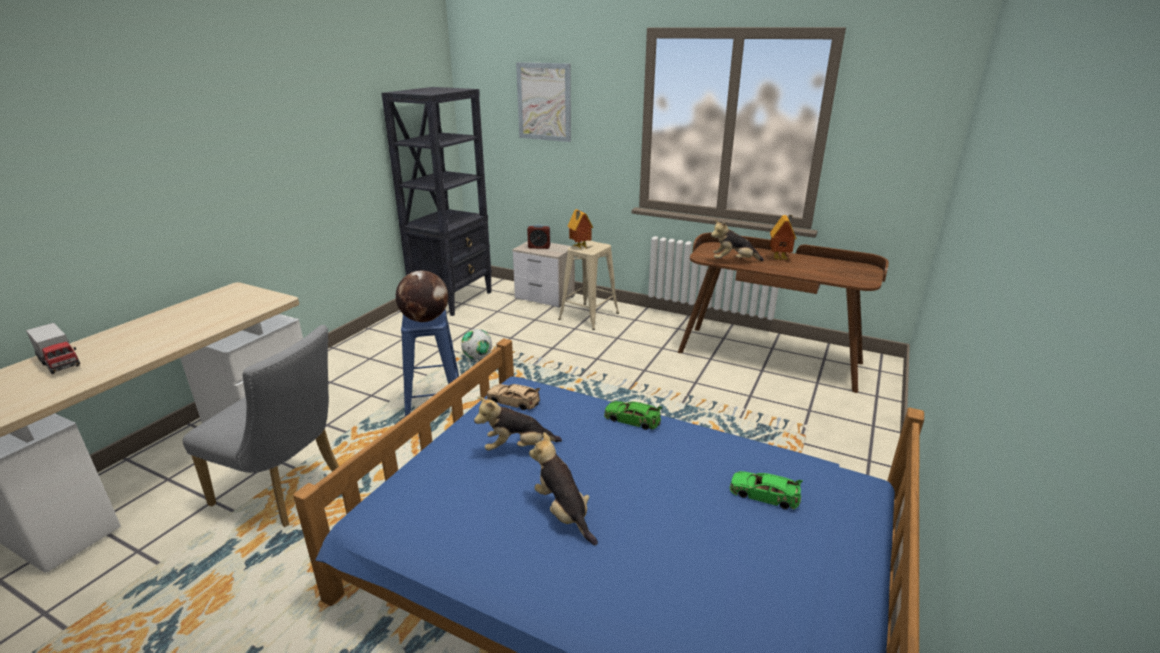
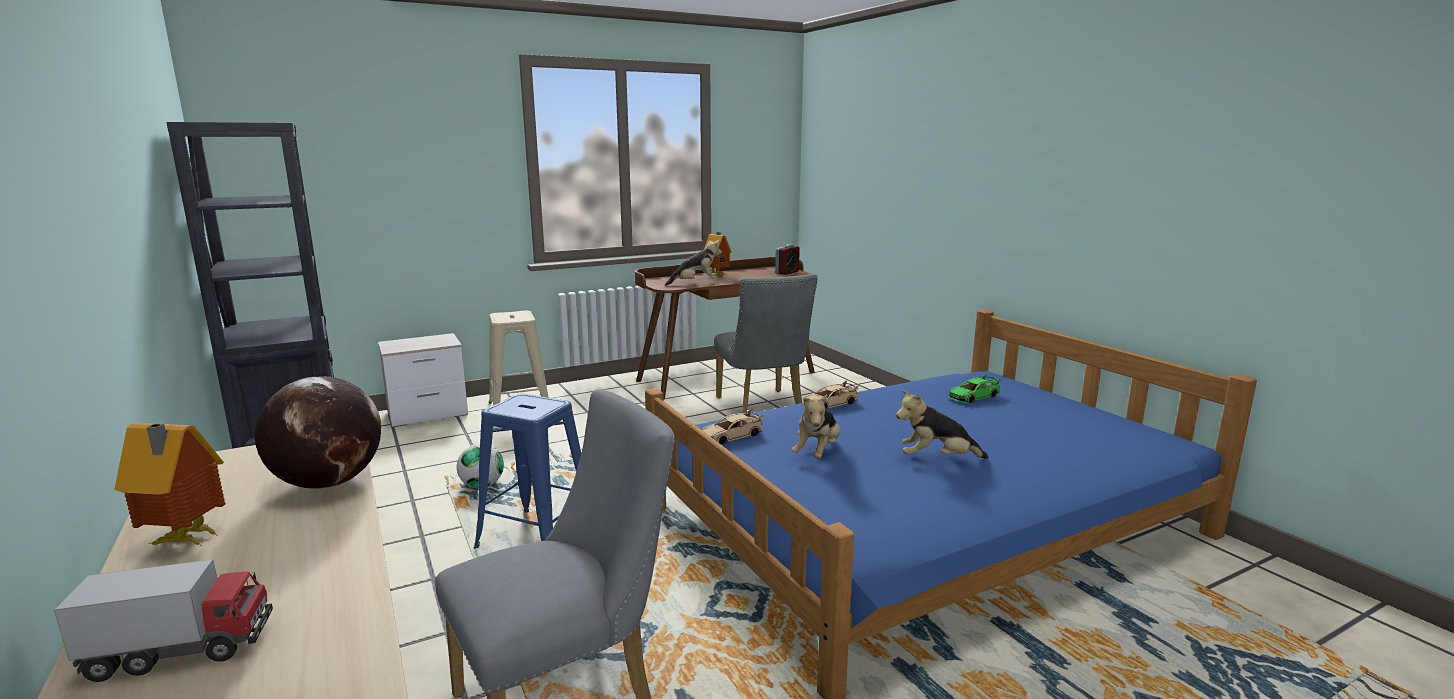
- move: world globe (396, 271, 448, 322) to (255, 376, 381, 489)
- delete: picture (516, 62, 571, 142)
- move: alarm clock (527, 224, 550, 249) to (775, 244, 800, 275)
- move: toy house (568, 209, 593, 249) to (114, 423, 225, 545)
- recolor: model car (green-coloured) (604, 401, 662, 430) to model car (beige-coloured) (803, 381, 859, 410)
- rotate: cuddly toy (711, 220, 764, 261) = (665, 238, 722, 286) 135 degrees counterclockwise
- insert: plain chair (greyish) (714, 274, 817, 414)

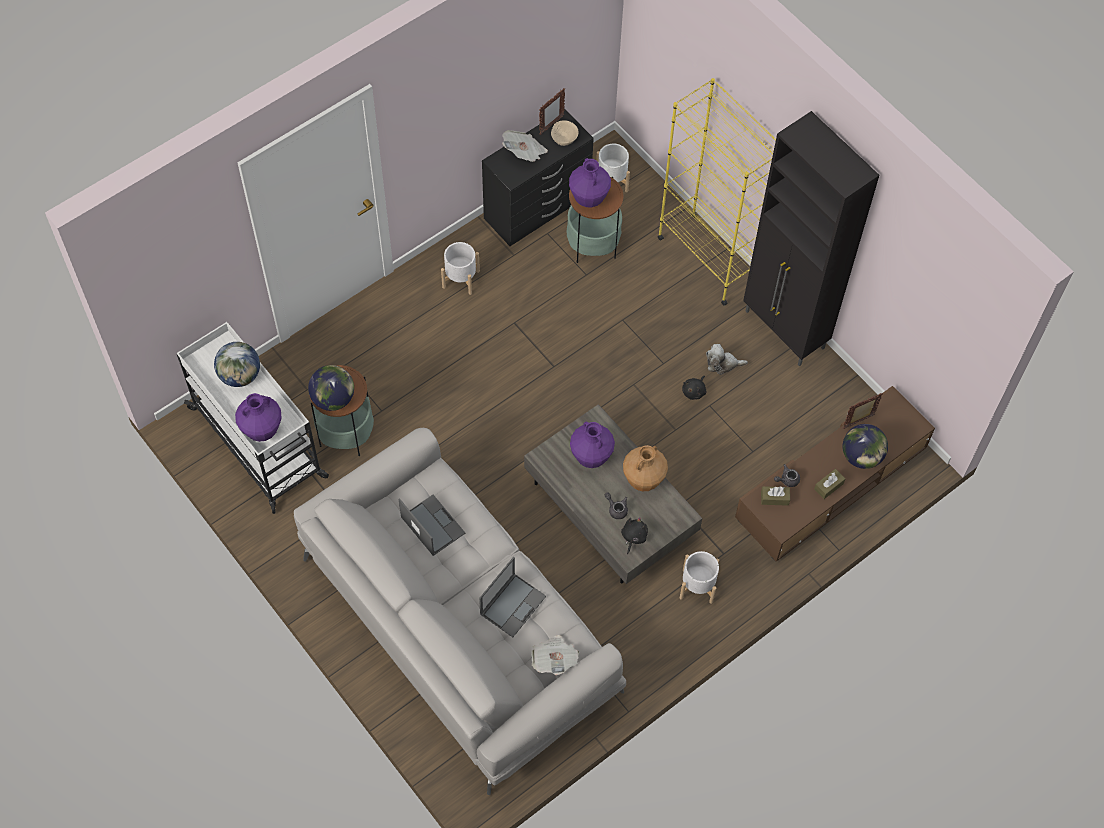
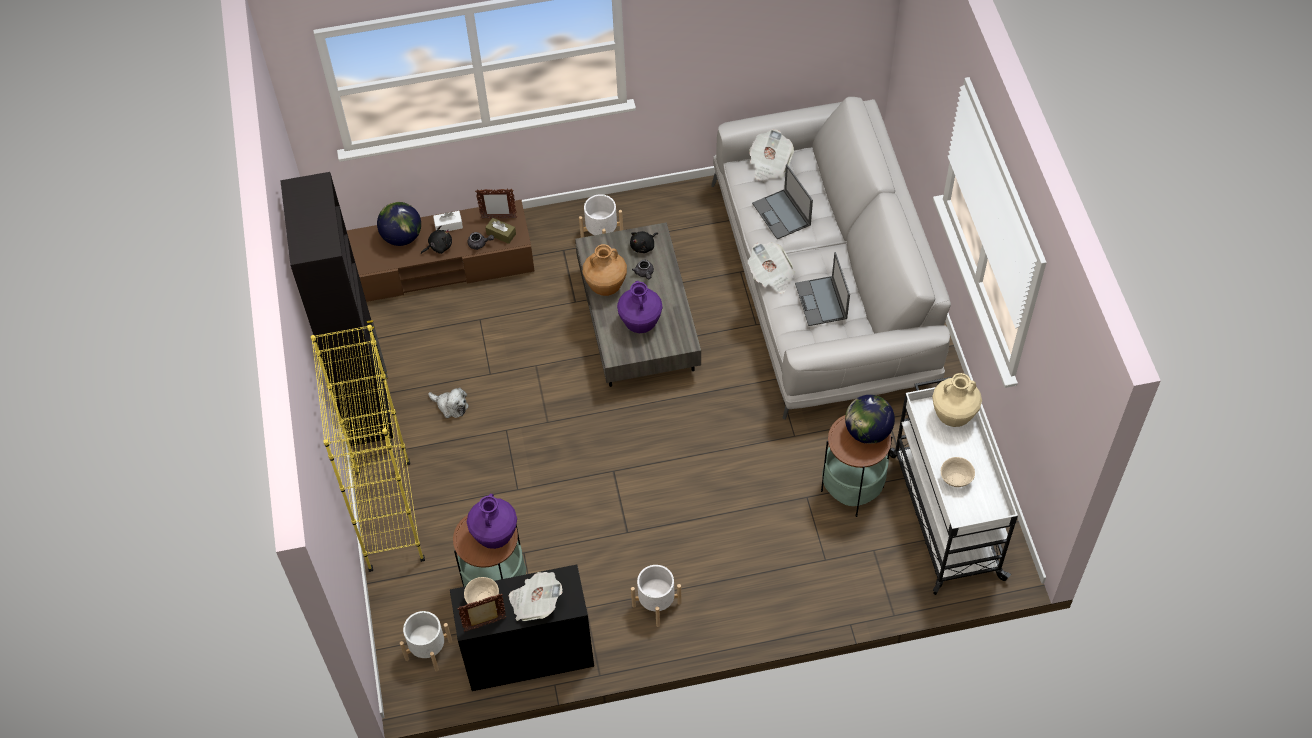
- replace: world globe (214, 342, 260, 387) to serving bowl (beige-coloured) (941, 457, 975, 487)
- recolor: decorative vase (purple-coloured) (235, 393, 282, 442) to decorative vase (beige-coloured) (932, 373, 982, 427)
- rotate: laptop (479, 557, 546, 637) = (752, 164, 813, 239) 90 degrees counterclockwise
- move: cuddly toy (black) (682, 376, 707, 400) to (421, 226, 452, 254)
- recolor: tissue box (brown) (814, 469, 845, 499) to tissue box (whitish) (433, 211, 463, 231)
- move: standing frame (843, 393, 883, 429) to (475, 189, 517, 219)
- insert: newspaper (748, 242, 796, 294)

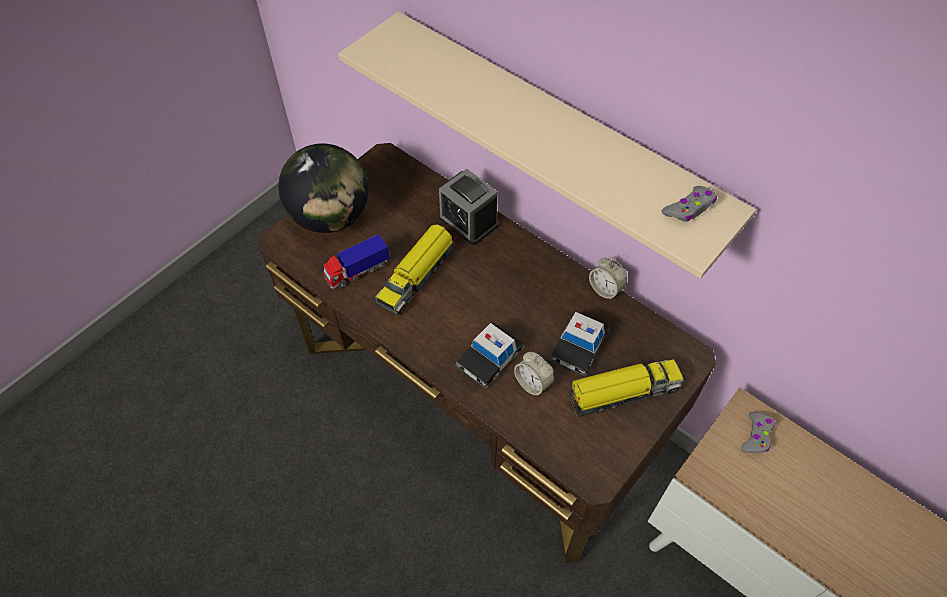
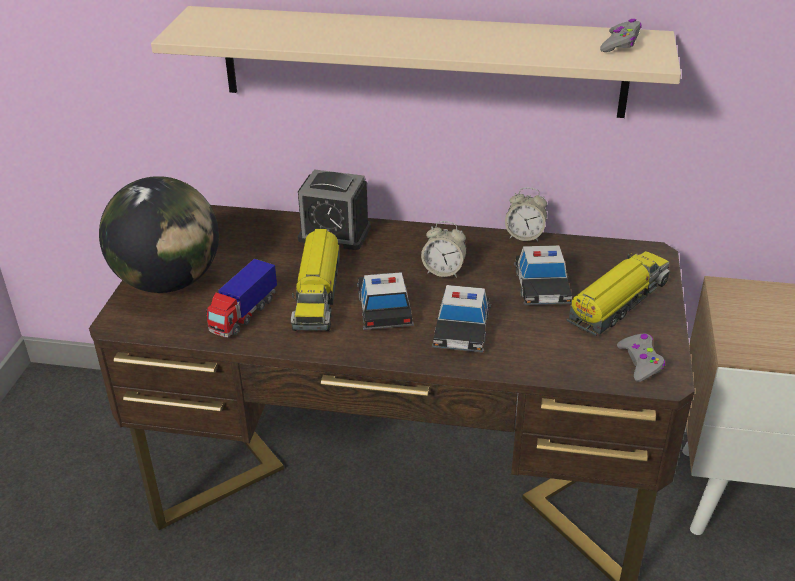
- move: alarm clock (514, 352, 554, 396) to (421, 221, 466, 278)
- move: game controller (greyish) (741, 412, 776, 453) to (617, 333, 665, 382)
- insert: model car (357, 272, 414, 330)

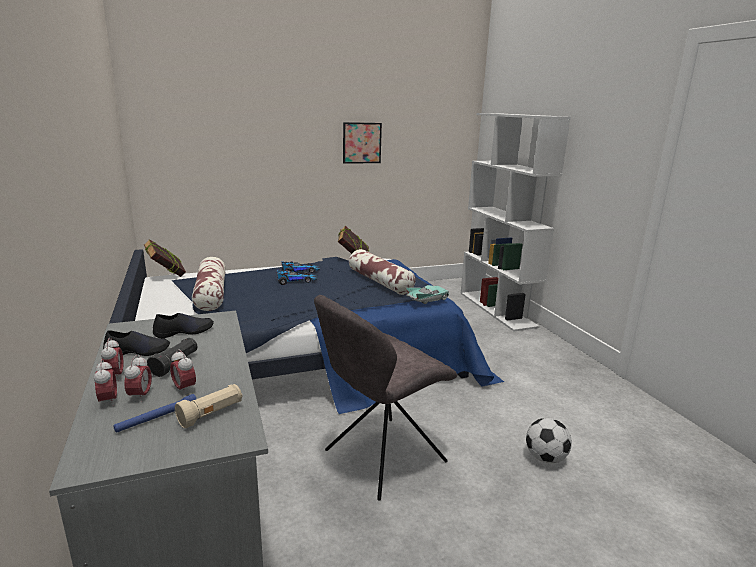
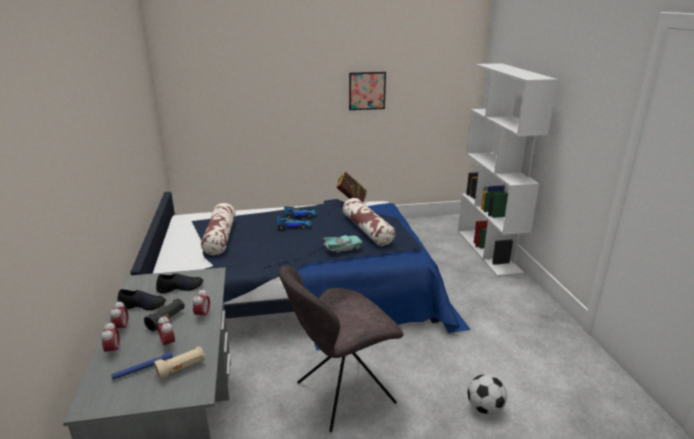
- move: alarm clock (124, 355, 152, 403) to (193, 288, 210, 320)
- delete: volume (144, 239, 186, 277)
- move: model car (turquoise) (406, 285, 449, 304) to (323, 235, 363, 253)

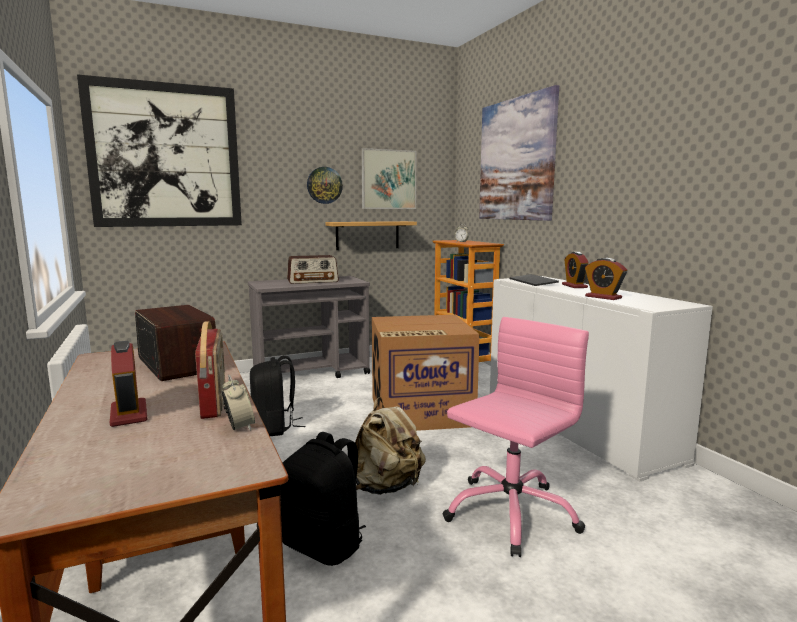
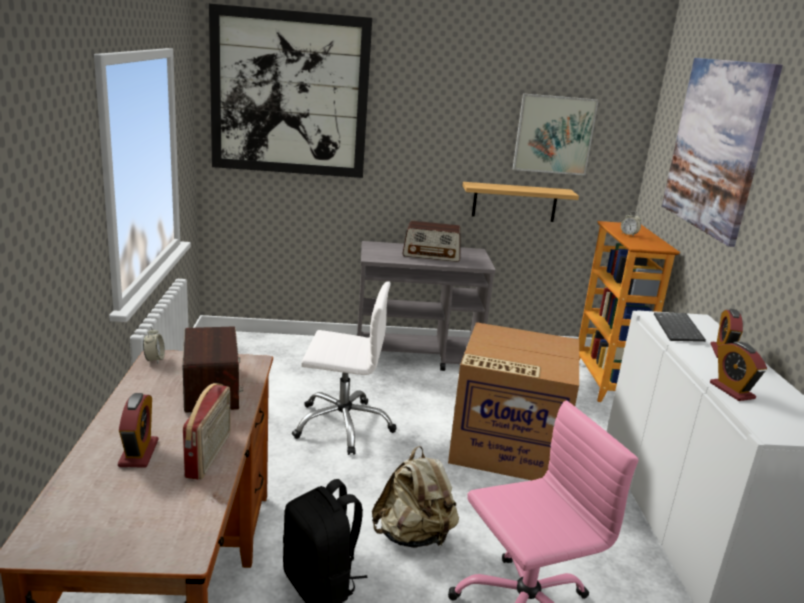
- move: alarm clock (222, 375, 255, 431) to (143, 327, 165, 363)
- replace: rucksack (black) (250, 355, 305, 436) to office chair (whitish) (292, 281, 397, 455)
- delete: clock on the wall (307, 167, 343, 204)

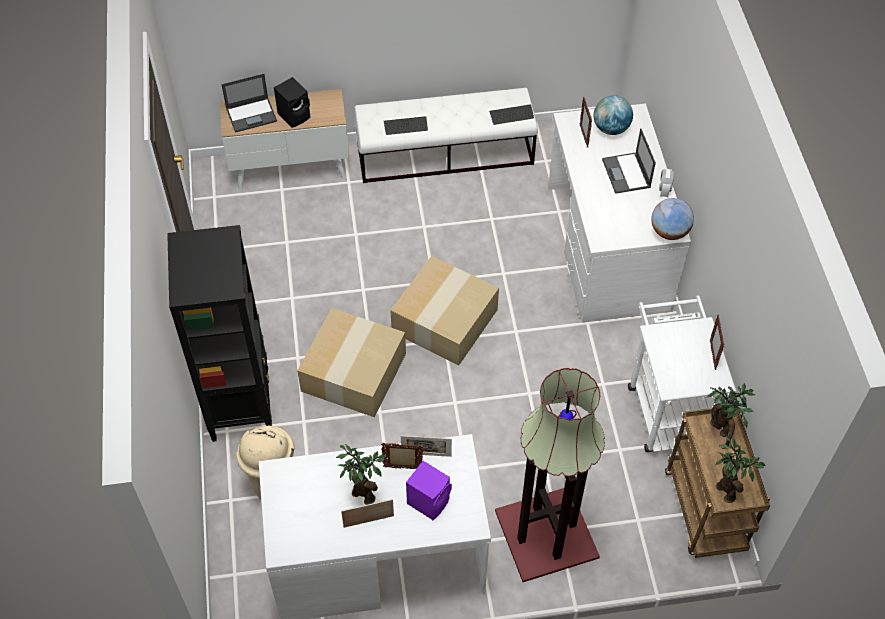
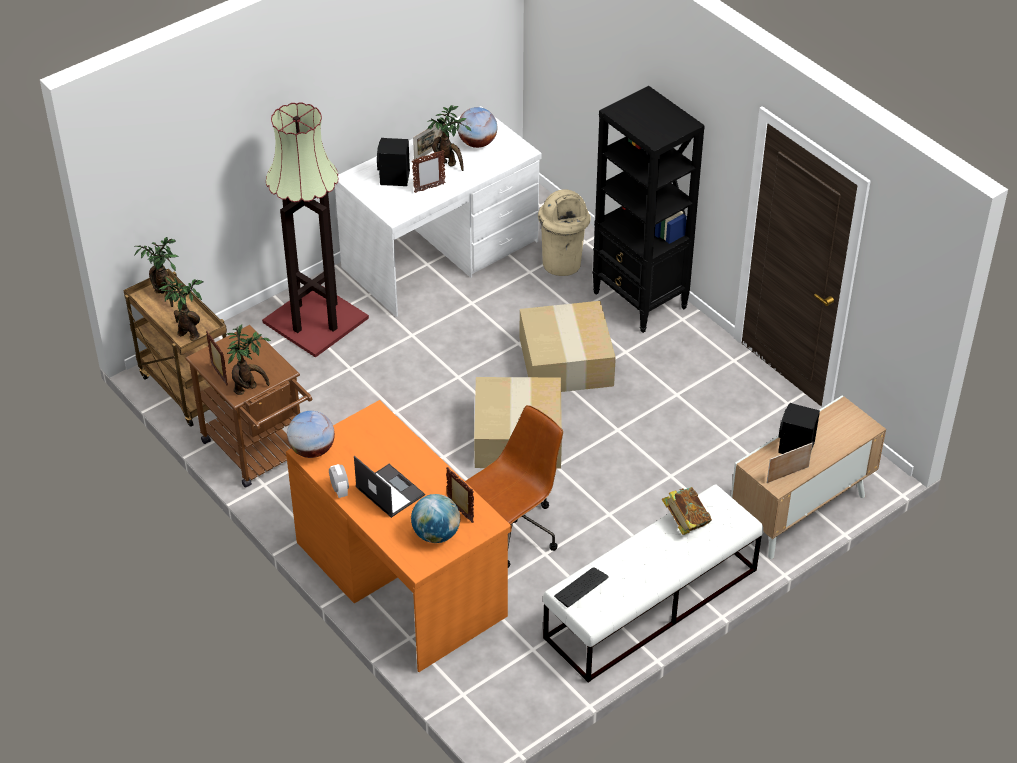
- delete: laptop (221, 74, 277, 133)
- replace: computer keyboard (384, 116, 428, 135) to volume (662, 487, 712, 535)
- move: standing frame (401, 436, 452, 457) to (767, 443, 813, 483)
- recolor: audio speaker (purple-coloured) (406, 461, 452, 520) to audio speaker (black) (377, 138, 410, 186)
- recolor: desk table (whitish) (548, 104, 691, 323) to desk table (orange) (286, 400, 511, 672)
- recolor: wheeled cart (whitish) (628, 295, 736, 452) to wheeled cart (brown) (185, 325, 312, 488)
- insert: plant in a pot (227, 325, 271, 395)
- insert: world globe (458, 107, 497, 148)
- insert: office chair (brown) (465, 405, 563, 568)

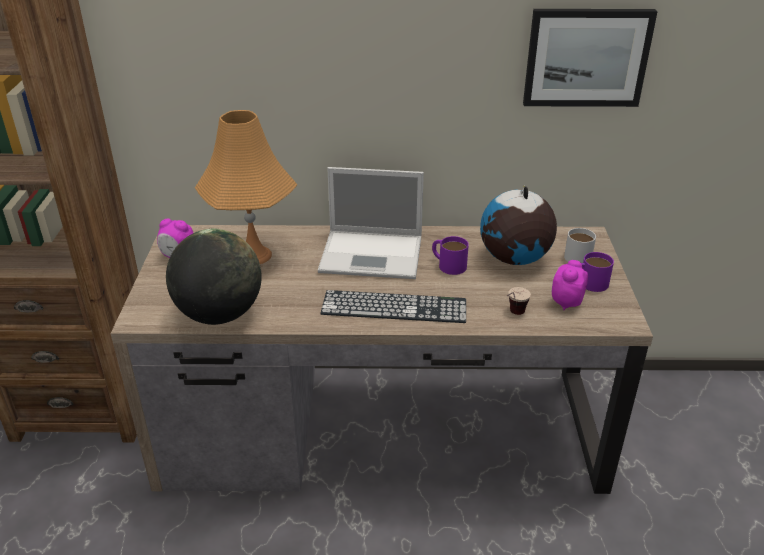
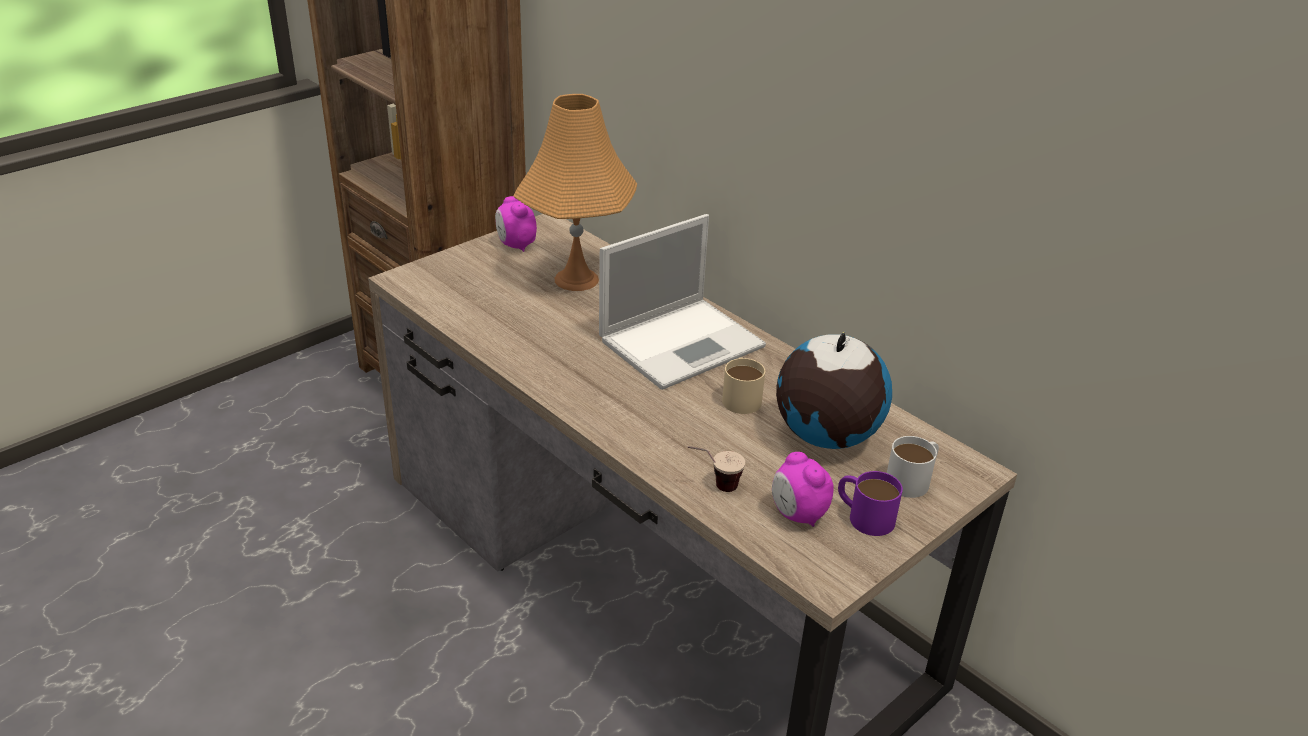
- delete: world globe (166, 228, 262, 325)
- rotate: laptop (318, 167, 424, 279) = (599, 214, 766, 390) 90 degrees counterclockwise
- delete: computer keyboard (320, 290, 466, 323)
- recolor: coffee mug (purple-coloured) (432, 236, 469, 275) to coffee mug (beige-coloured) (722, 357, 765, 414)
- delete: picture (523, 9, 658, 107)
- rotate: alarm clock (552, 260, 588, 310) = (772, 452, 833, 527) 105 degrees counterclockwise

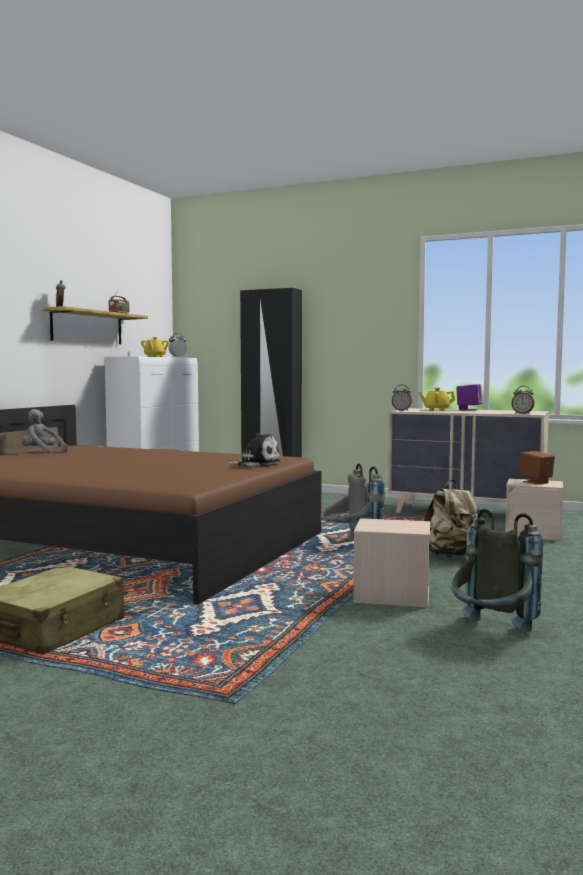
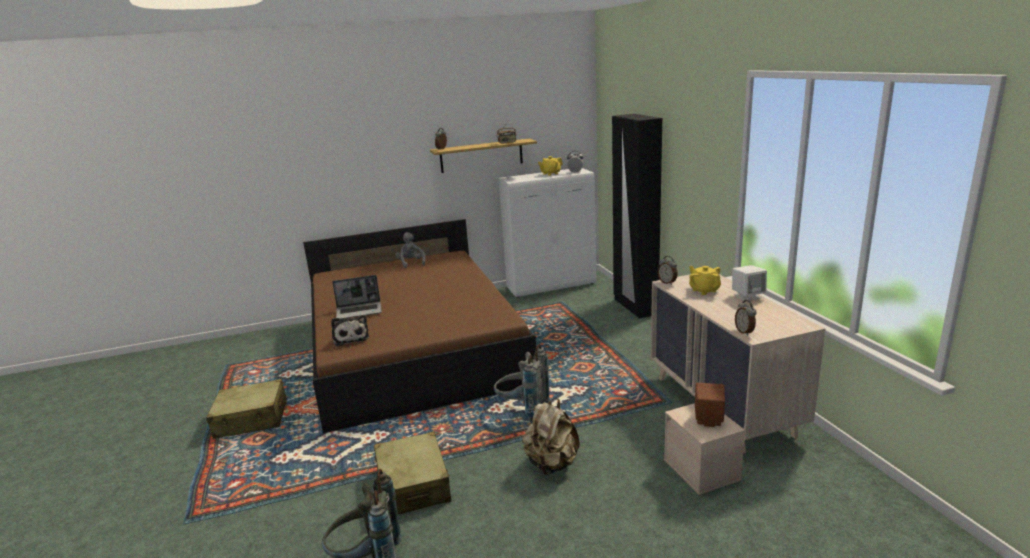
- move: cuddly toy (228, 433, 280, 467) to (331, 315, 369, 347)
- replace: storage box (beige-coloured) (353, 518, 430, 608) to piece of luggage (beige-coloured) (374, 432, 451, 514)
- recolor: audio speaker (purple-coloured) (456, 384, 482, 411) to audio speaker (whitish) (732, 265, 767, 301)
- insert: laptop (332, 275, 382, 319)

